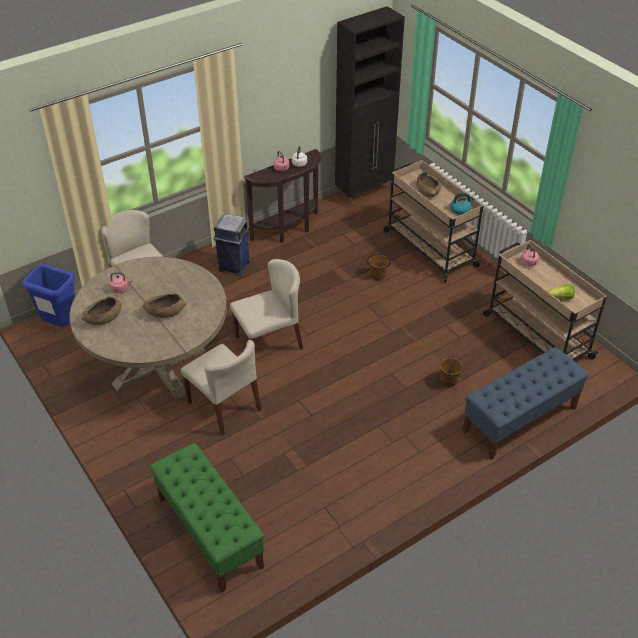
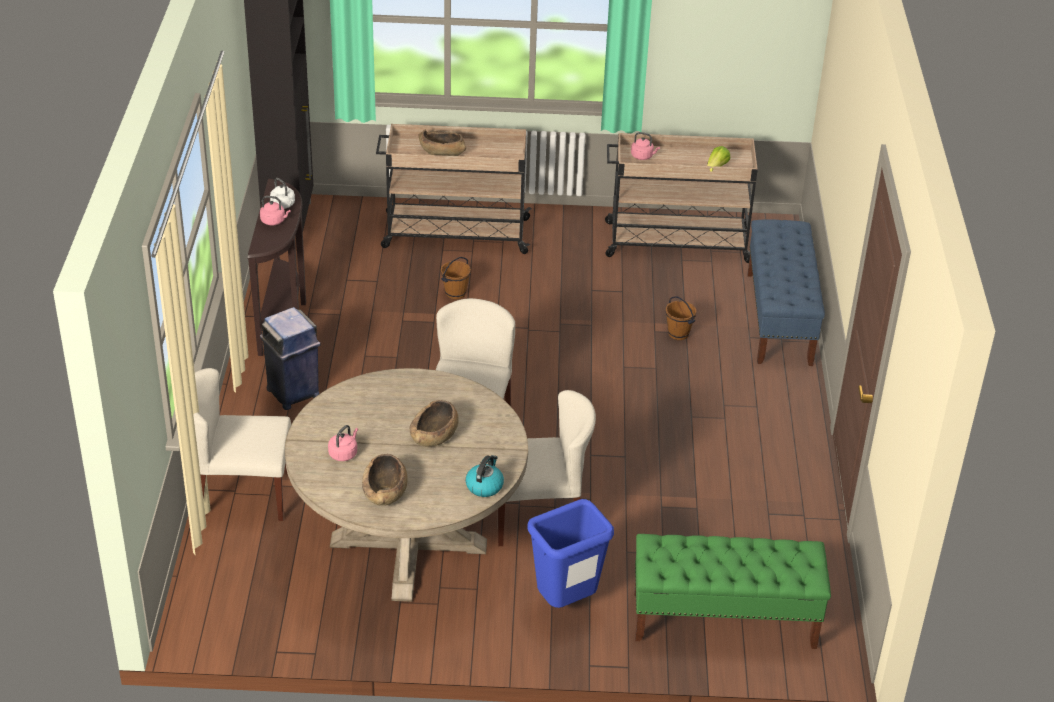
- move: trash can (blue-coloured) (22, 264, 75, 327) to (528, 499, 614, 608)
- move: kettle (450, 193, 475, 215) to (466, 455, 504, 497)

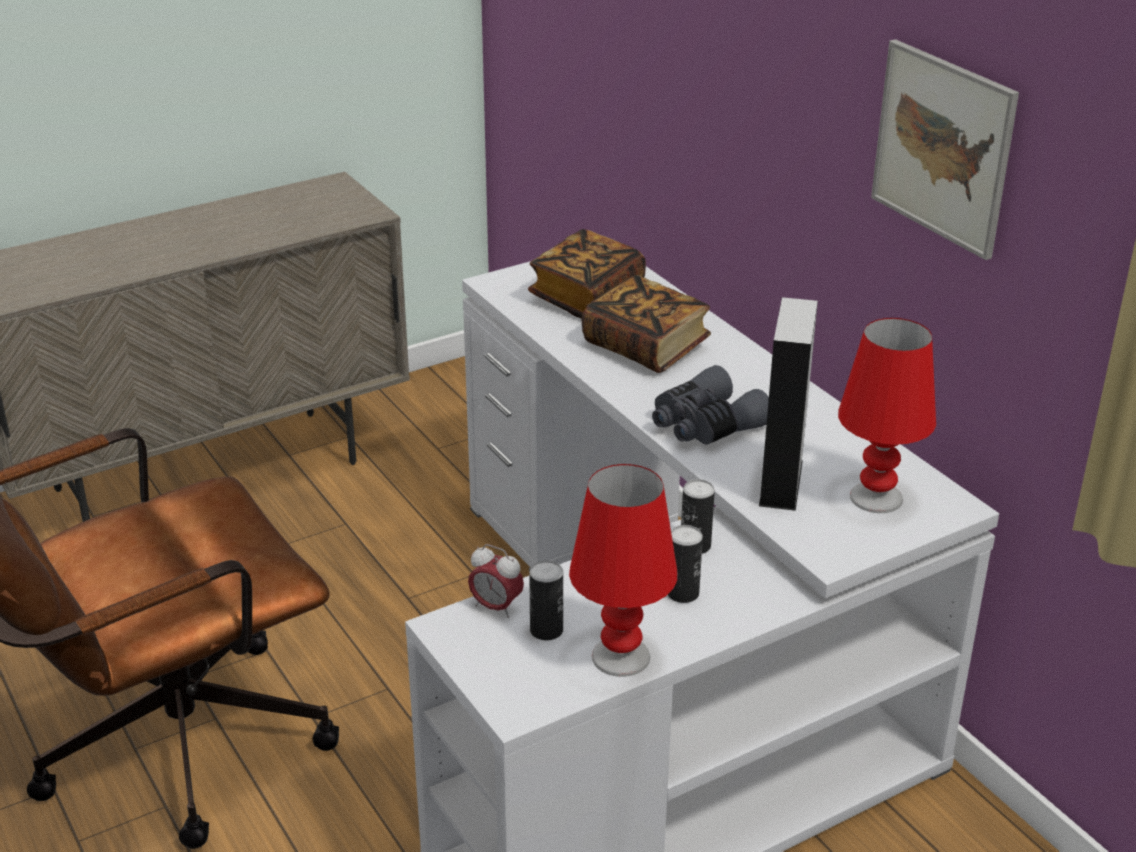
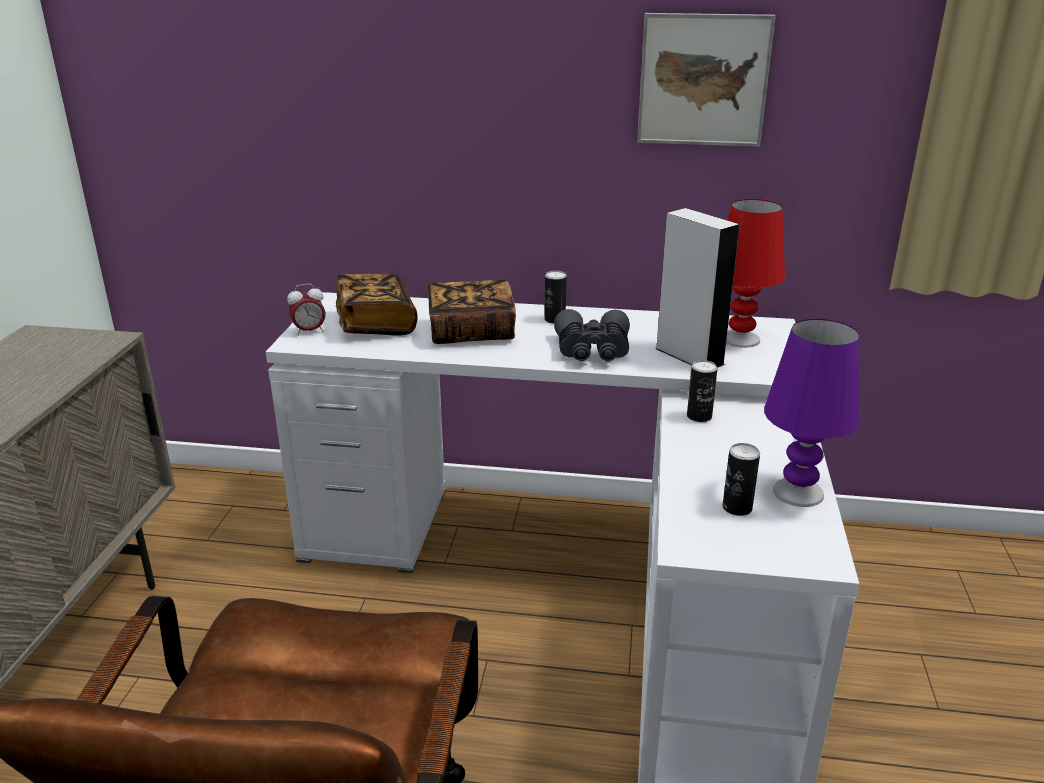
- move: alarm clock (468, 544, 524, 618) to (287, 284, 326, 335)
- recolor: tabletop lamp (red-coloured) (569, 464, 677, 677) to tabletop lamp (purple-coloured) (764, 319, 860, 507)
- move: can (668, 525, 703, 603) to (544, 271, 567, 324)

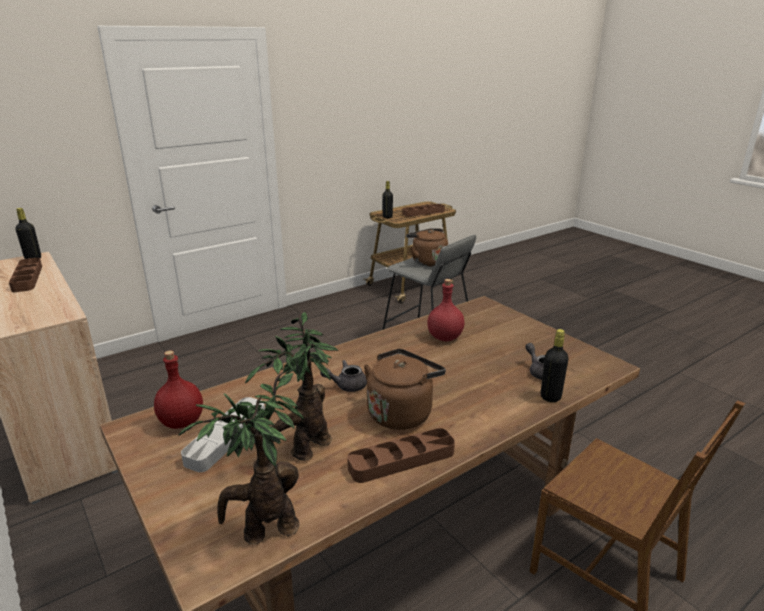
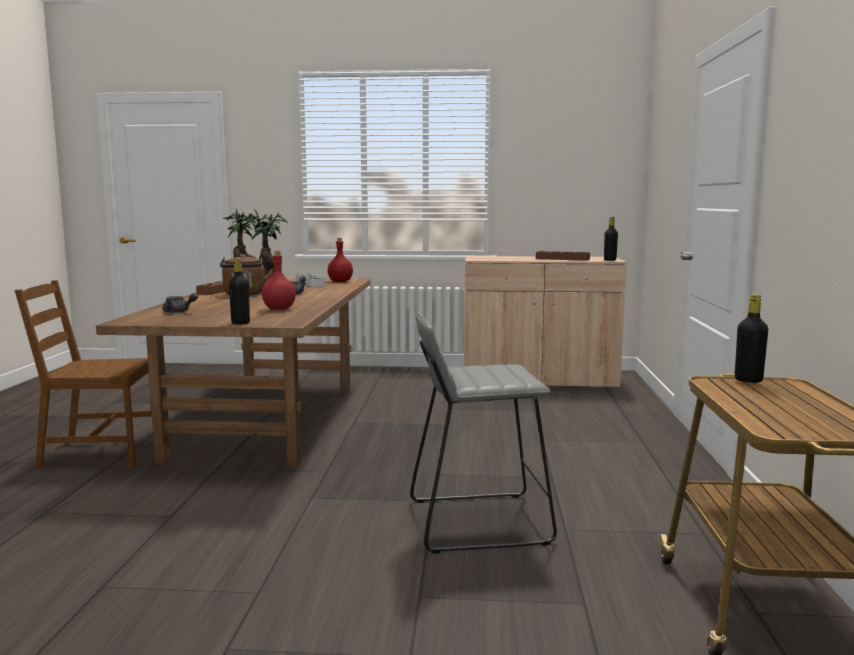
- delete: tray (brown) (403, 204, 445, 217)
- delete: kettle (brown) (406, 228, 448, 267)
- move: drink bottle (black) (541, 329, 568, 402) to (229, 258, 250, 325)

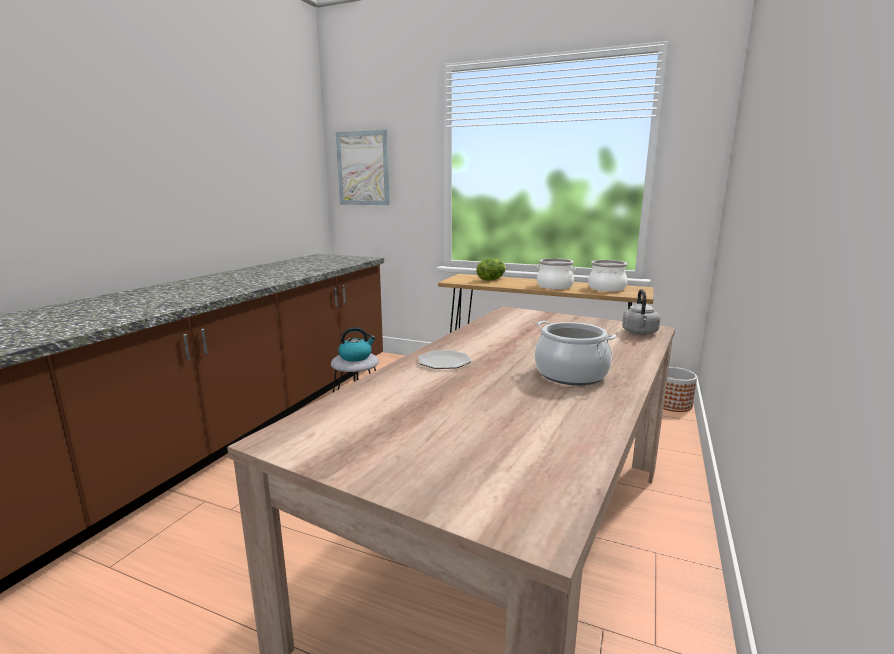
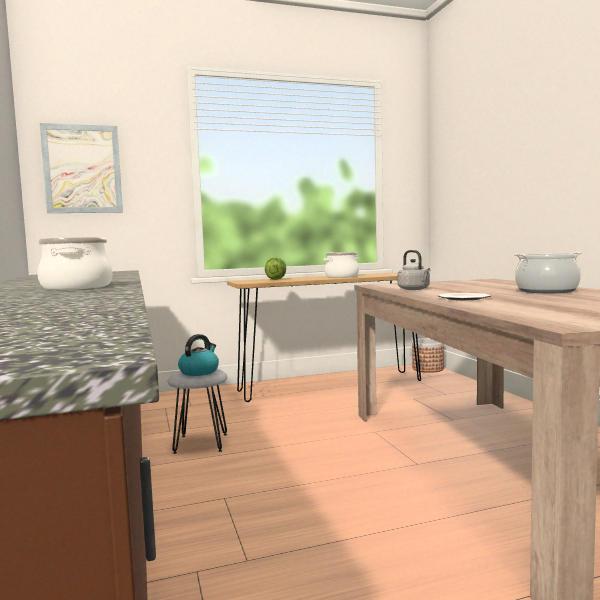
- move: cooking pot (588, 260, 627, 292) to (37, 237, 112, 290)
- move: kettle (greyish) (622, 289, 660, 335) to (397, 250, 430, 290)

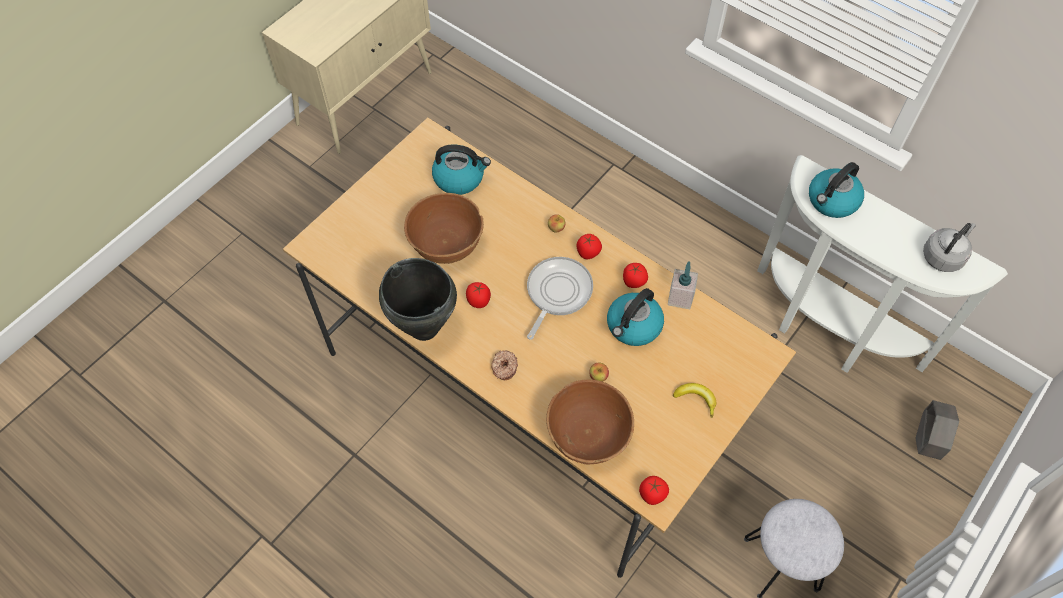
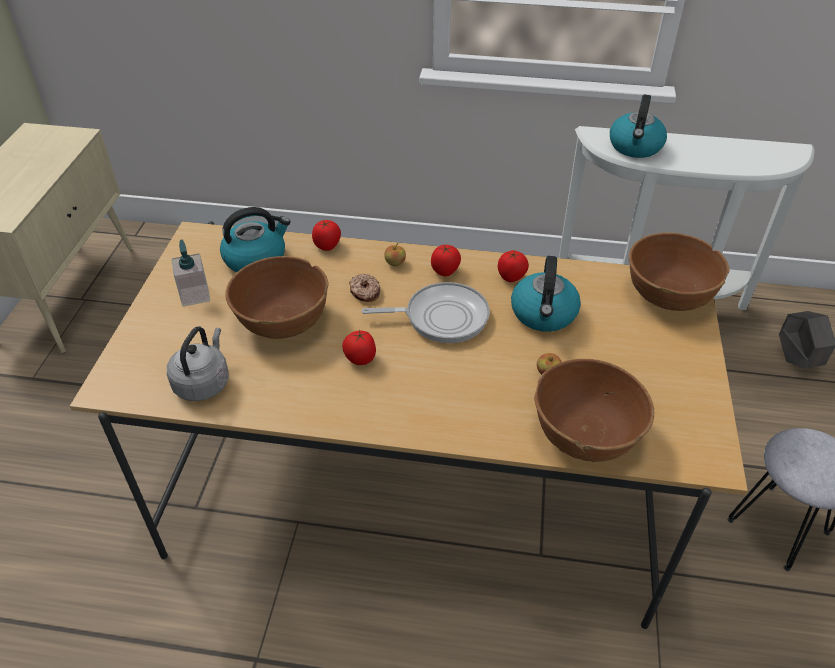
- delete: cooking pot (black) (379, 258, 457, 341)
- move: donut (491, 351, 518, 380) to (349, 274, 380, 302)
- rotate: pan (527, 257, 593, 340) = (362, 282, 490, 343) 90 degrees clockwise
- move: whole tomato (639, 476, 669, 505) to (312, 220, 341, 251)
- move: soap dispenser (668, 261, 698, 309) to (171, 239, 210, 307)
- delete: banana (673, 383, 716, 418)
- move: kettle (greyish) (923, 223, 976, 272) to (167, 326, 229, 401)
- insert: serving bowl (brown) (629, 232, 730, 311)

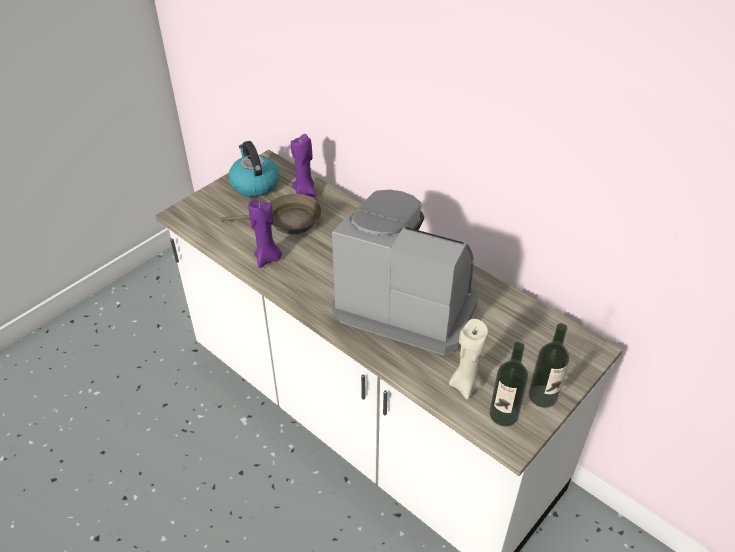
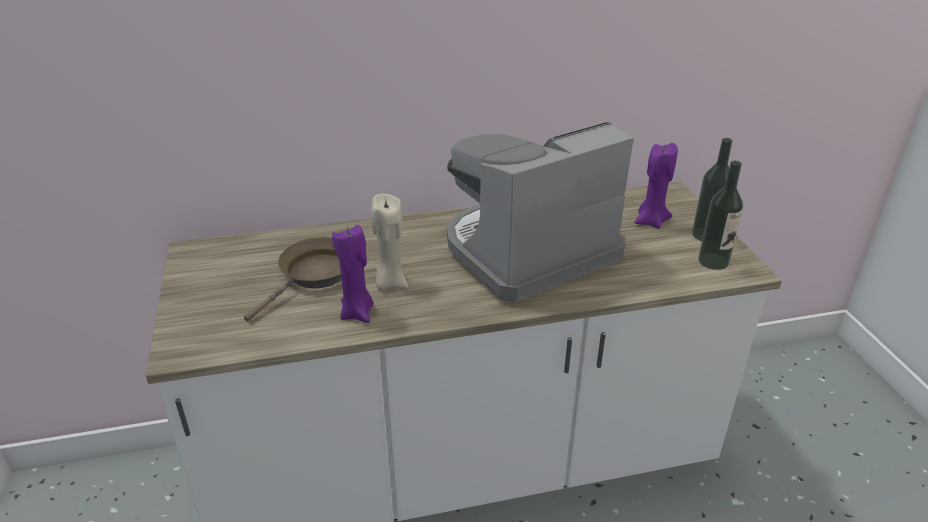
- delete: kettle (228, 141, 280, 197)
- move: candle (purple-coloured) (291, 134, 316, 197) to (634, 143, 678, 229)
- move: candle (beige-coloured) (449, 319, 488, 399) to (371, 194, 408, 290)

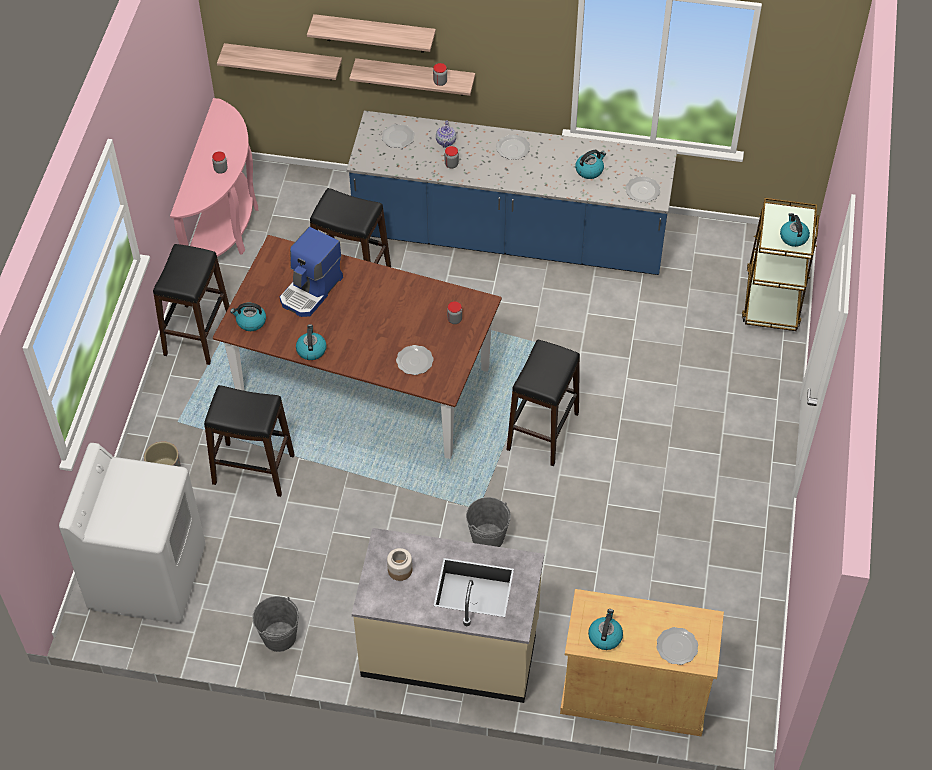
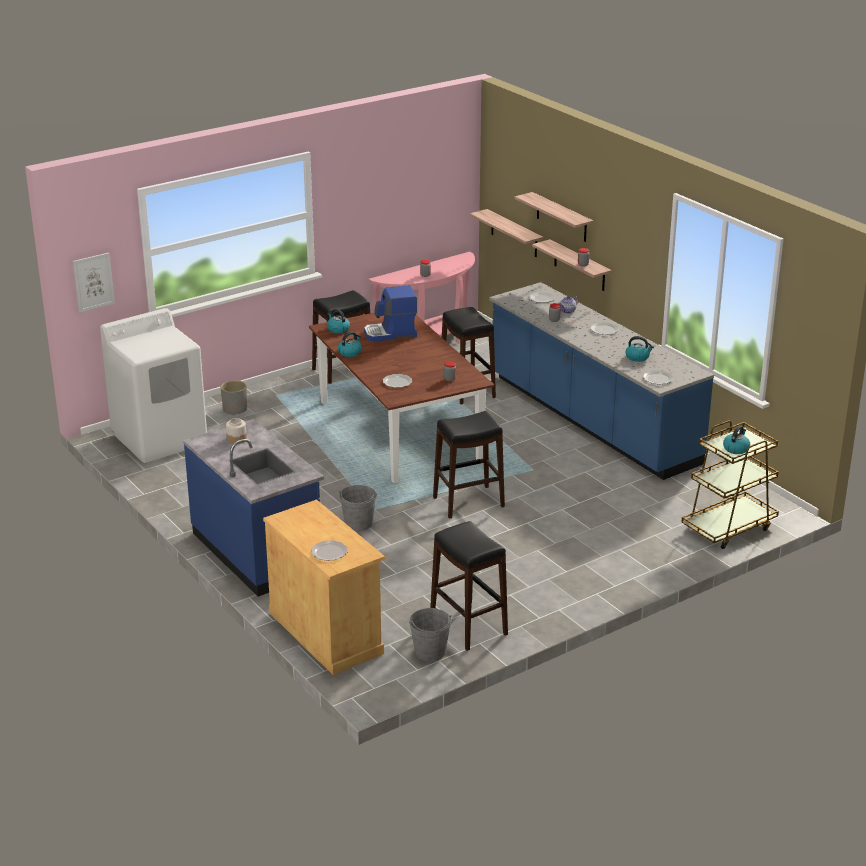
- move: sitting stool (black) (204, 385, 295, 497) to (430, 521, 508, 651)
- move: water bucket (greyish) (252, 596, 299, 652) to (409, 608, 451, 661)
- recolor: kitchen counter (beige-coloured) (352, 528, 544, 703) to kitchen counter (blue-coloured) (183, 419, 324, 596)
- delete: kettle (588, 609, 623, 650)
- insert: picture (73, 253, 115, 312)

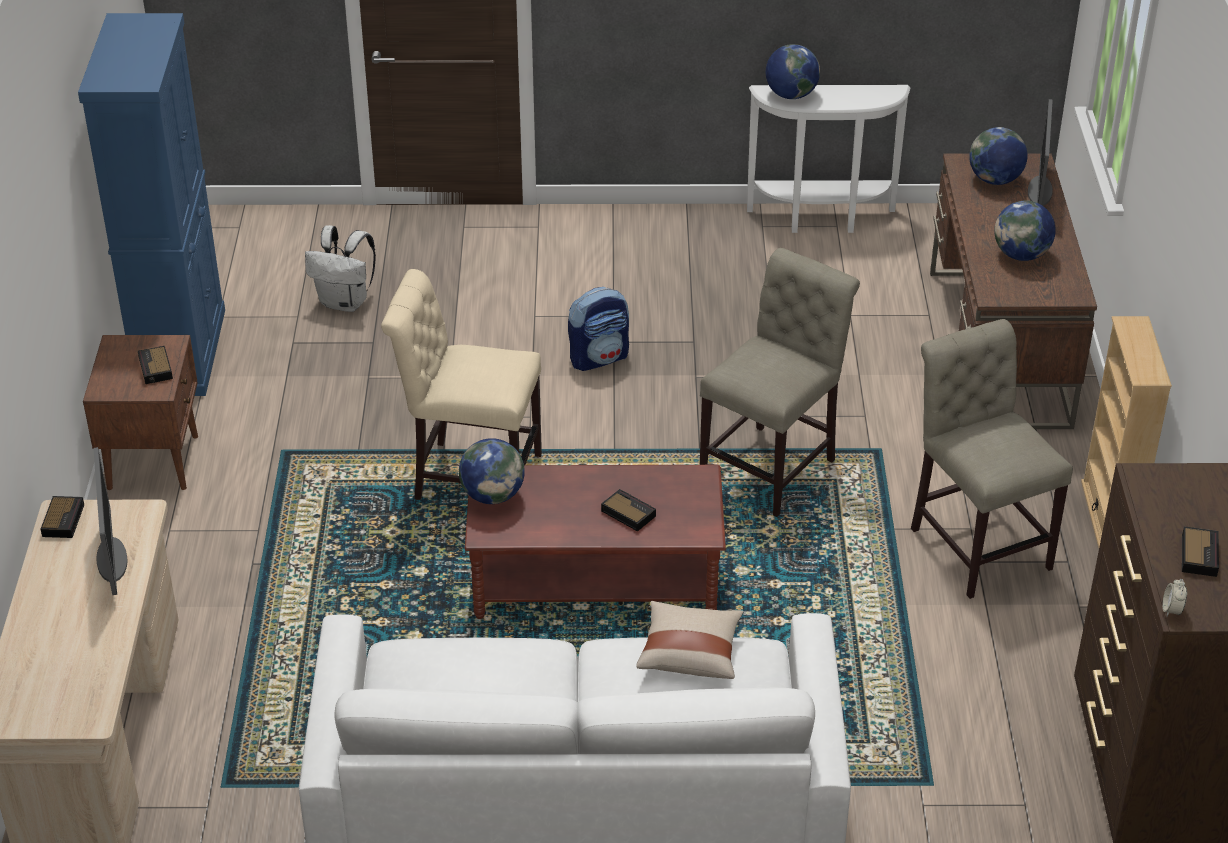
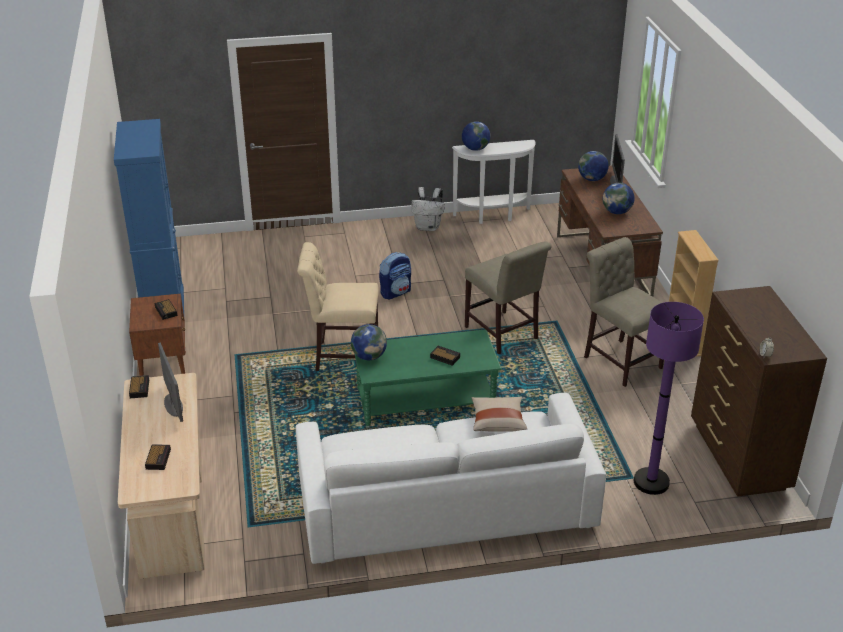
- move: rucksack (whitish) (305, 225, 376, 312) to (411, 187, 445, 231)
- recolor: coffee table (brown) (465, 465, 726, 619) to coffee table (green-coloured) (355, 330, 502, 426)
- rotate: plain chair (beige-coloured) (700, 248, 860, 517) = (465, 241, 552, 354) 120 degrees clockwise
- move: alarm clock (1182, 526, 1219, 577) to (145, 444, 171, 470)
- insert: standard lamp (purple-coloured) (634, 302, 704, 495)

